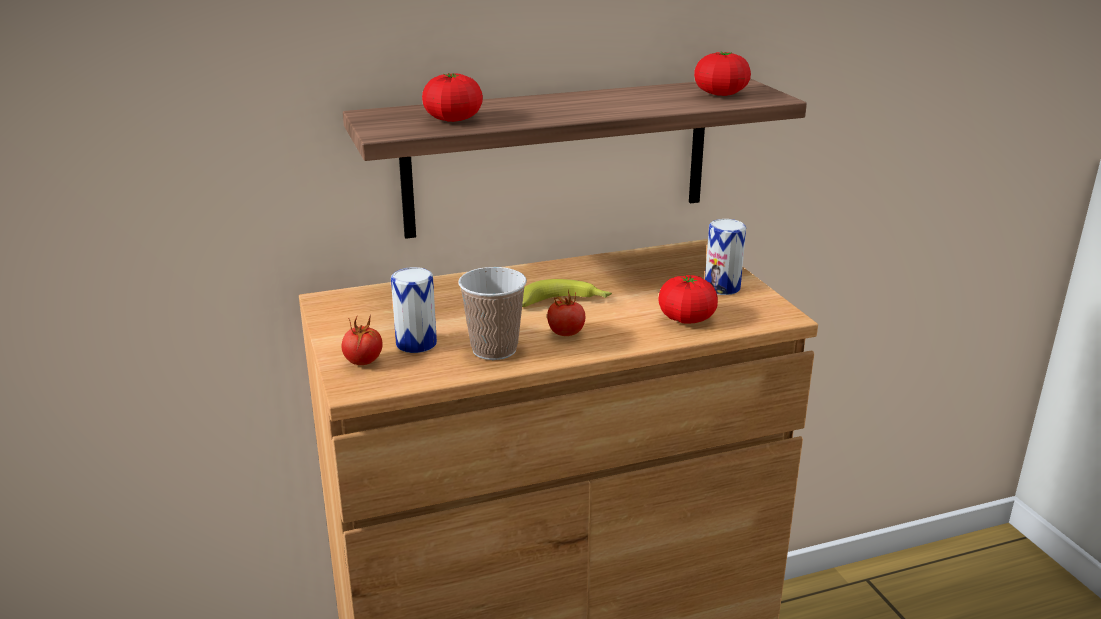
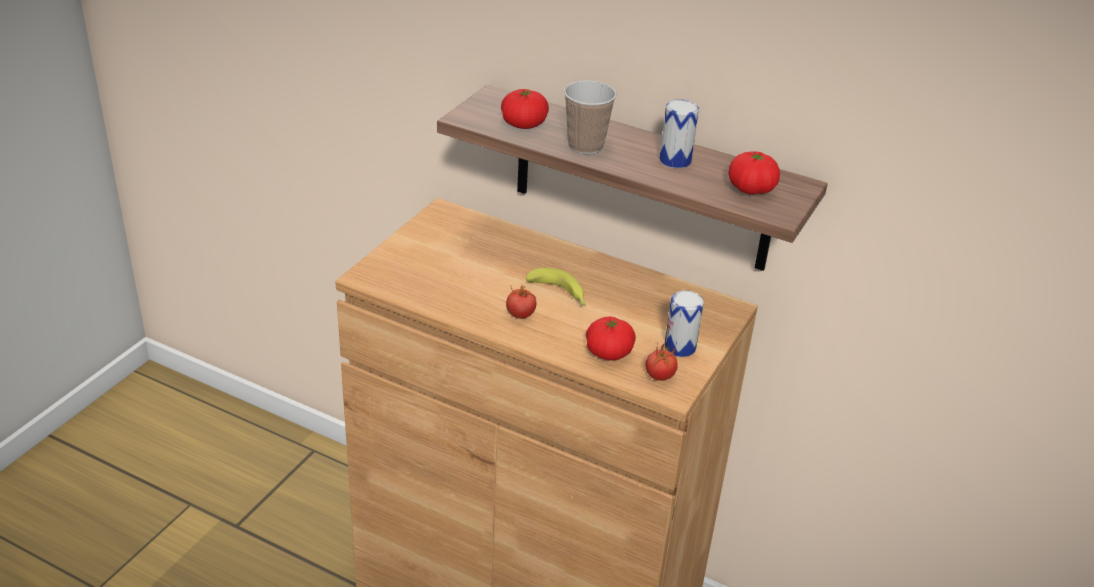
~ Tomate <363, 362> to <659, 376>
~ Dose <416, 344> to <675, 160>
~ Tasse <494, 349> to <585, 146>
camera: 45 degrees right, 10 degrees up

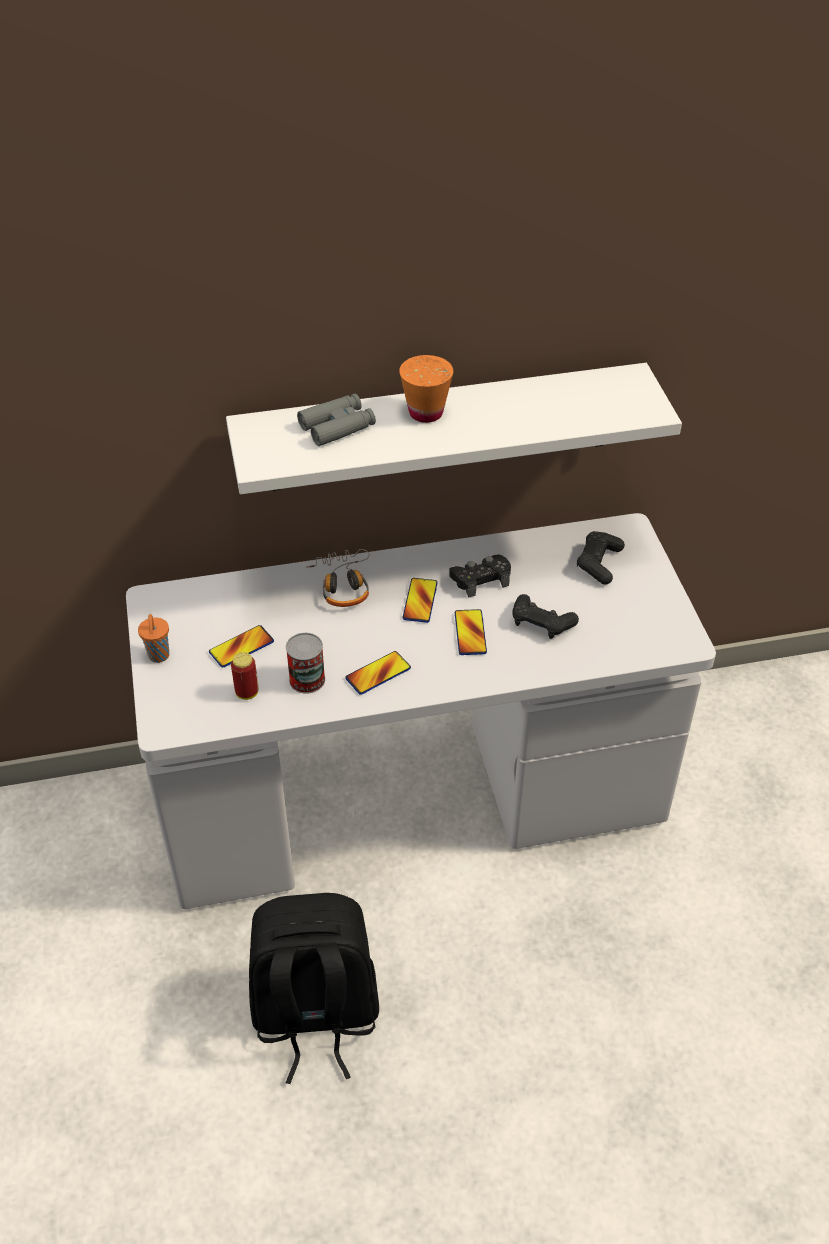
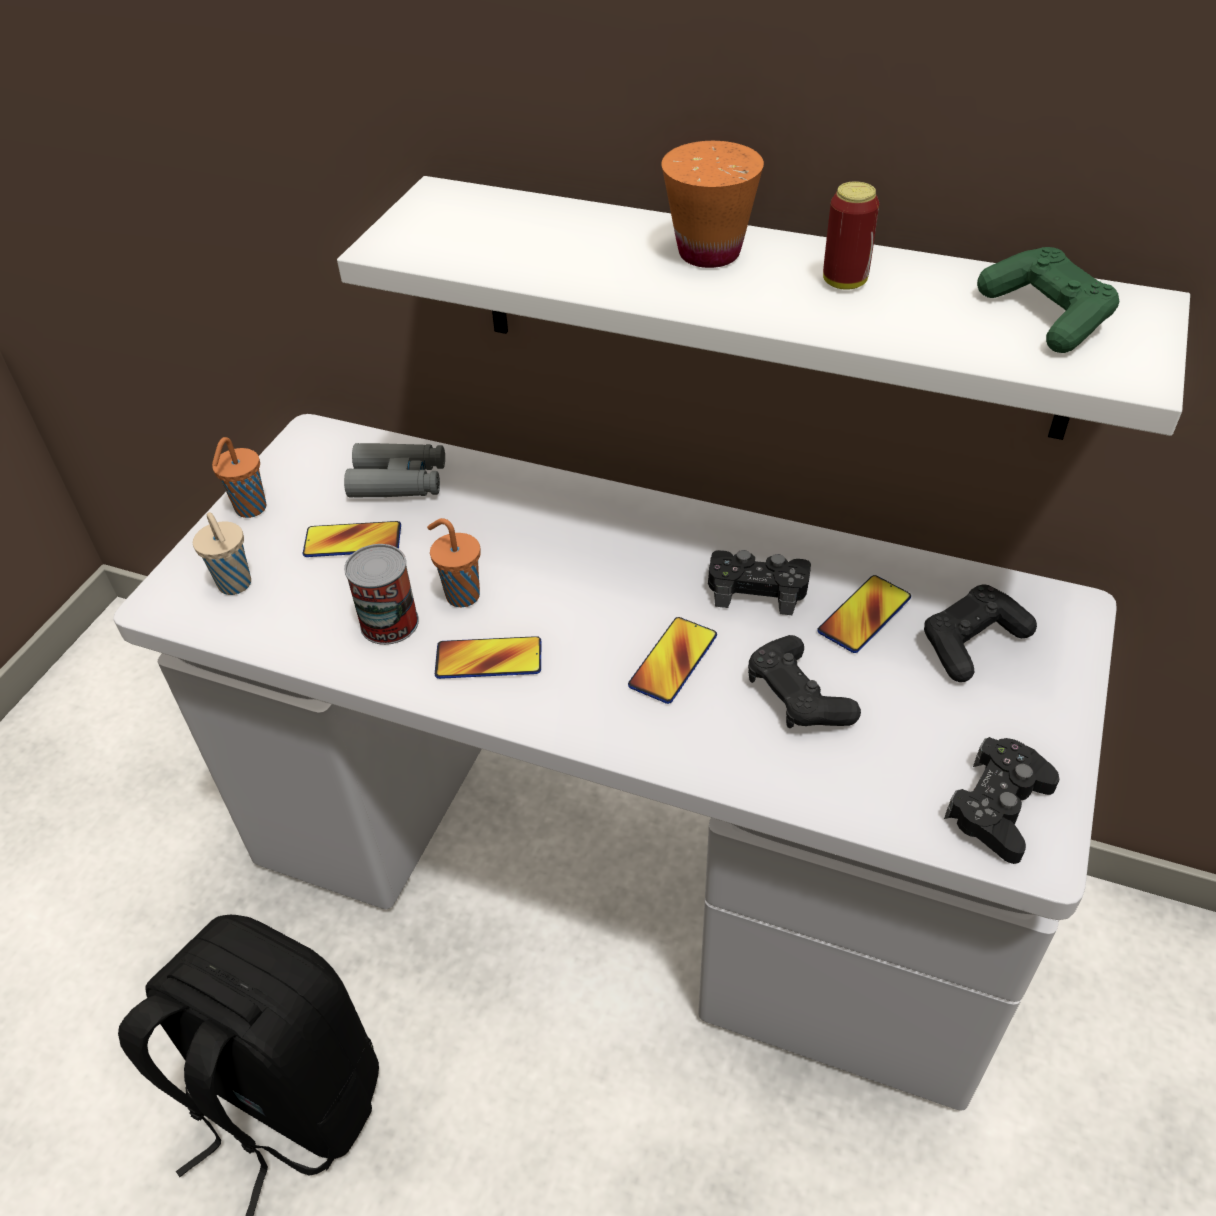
~ Dose <247, 693> to <844, 282>
~ Fernglas (grau) <337, 426> to <398, 481>
- Kopfhörer <343, 585>
~ Handy <420, 601> to <864, 615>
+ Tasse (beige) <235, 585>
+ Tasse (orange) <461, 595>
+ Gamepad (schwarz) <998, 807>
+ Gamepad (grün) <1045, 315>
camera: 35 degrees right, 0 degrees up

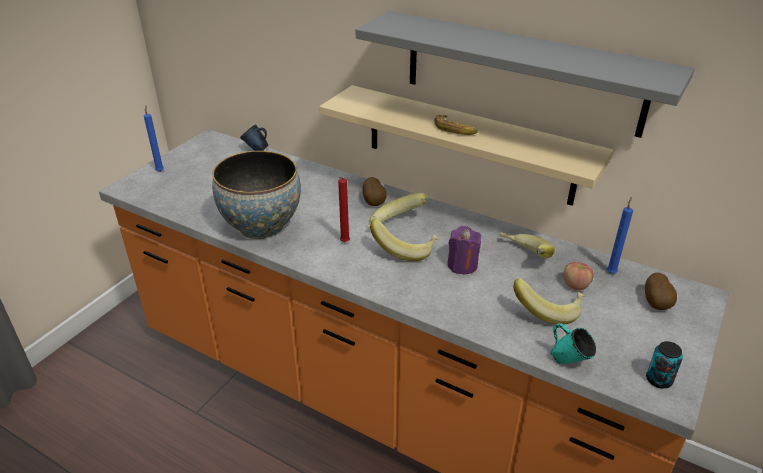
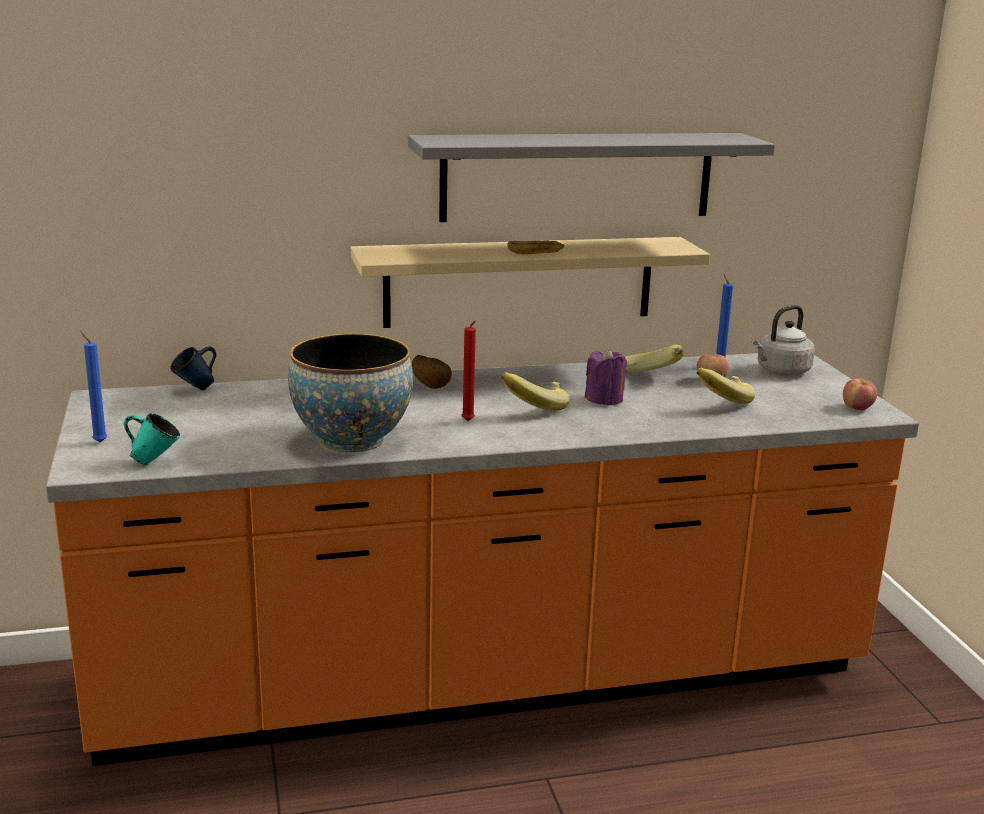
- Banane <395, 225>
~ Henkelbecher (türkis) <568, 362> to <154, 462>
~ Kartoffel <657, 304> to Wasserkessel (grau) <781, 371>
~ Dose <658, 380> to Apfel <857, 408>
camera: 45 degrees left, 15 degrees down

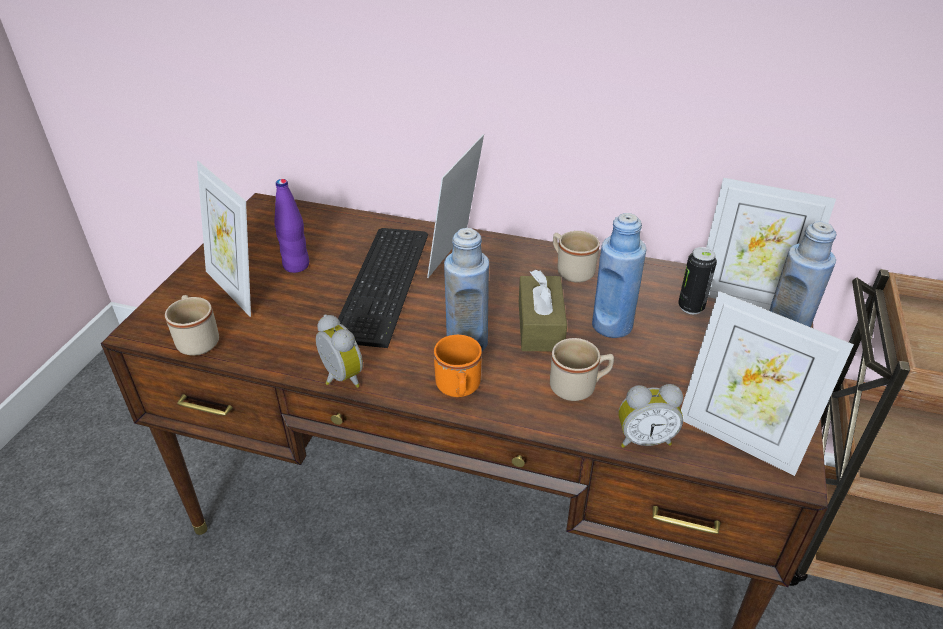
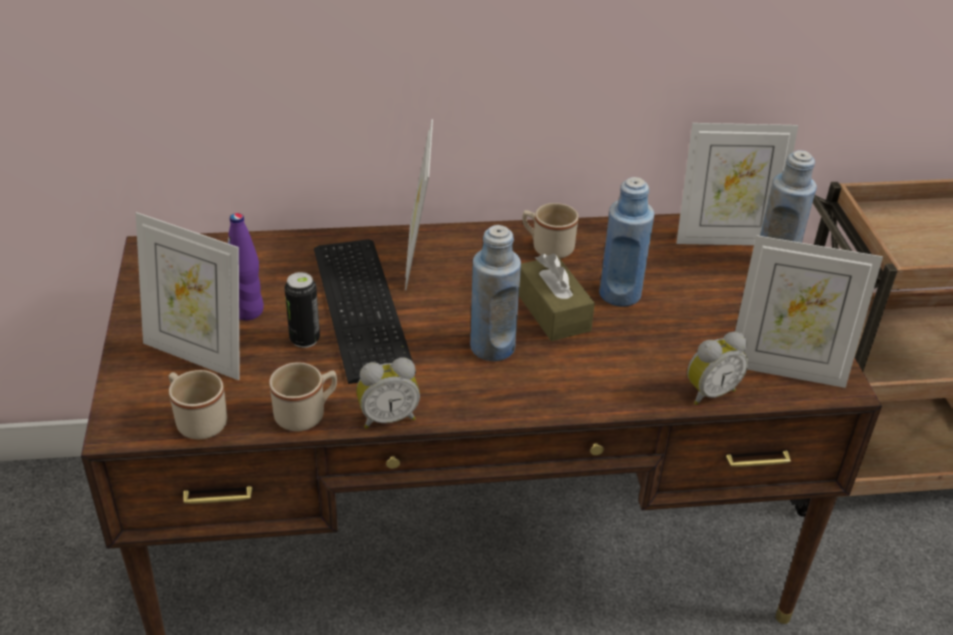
~ Wecker <339, 378> = <388, 417> 135 degrees clockwise
- Henkelbecher (orange) <458, 389>
~ Henkelbecher (beige) <579, 387> to <307, 414>
~ Dose <691, 307> to <304, 339>
camera: 25 degrees left, 0 degrees up

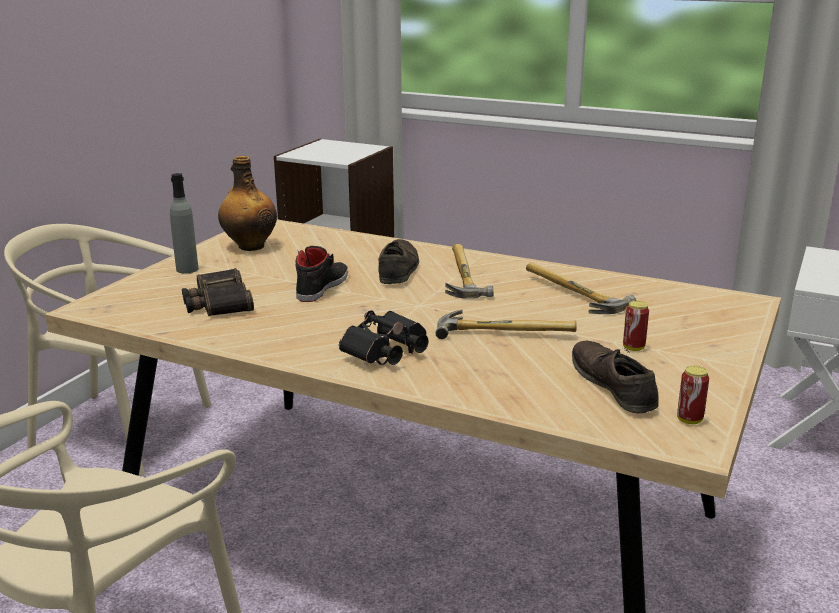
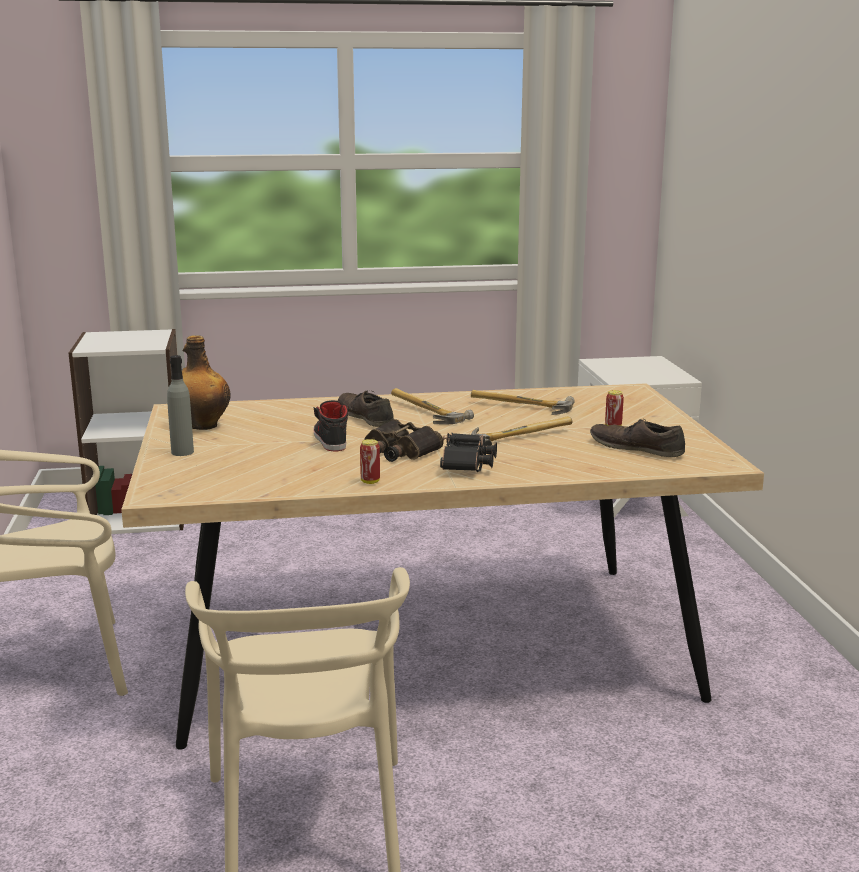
~ Fernglas <218, 303> to <398, 451>
~ Dose <689, 420> to <370, 481>
camera: 35 degrees left, 5 degrees down

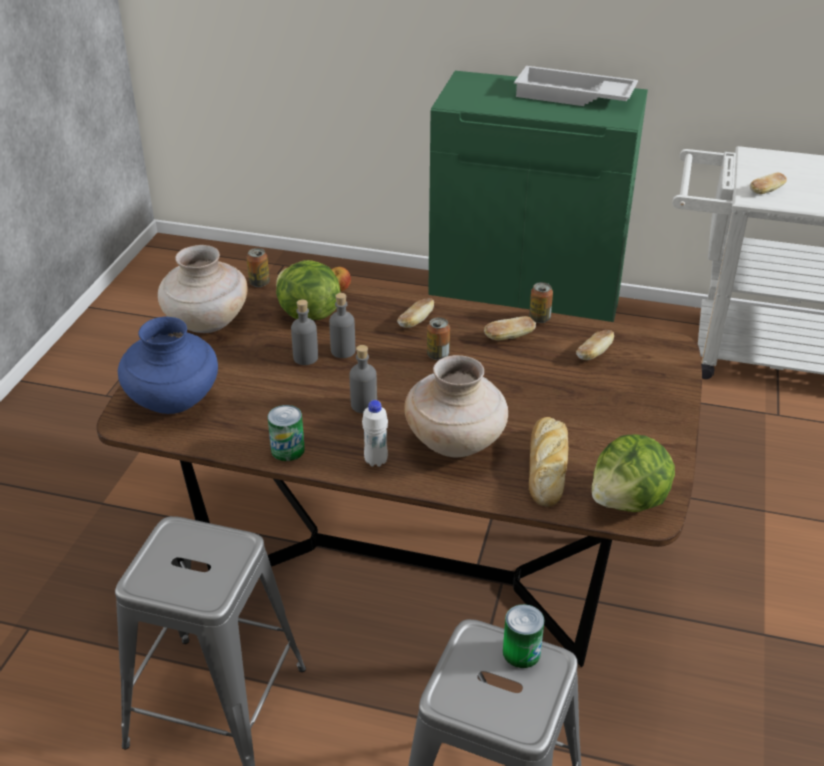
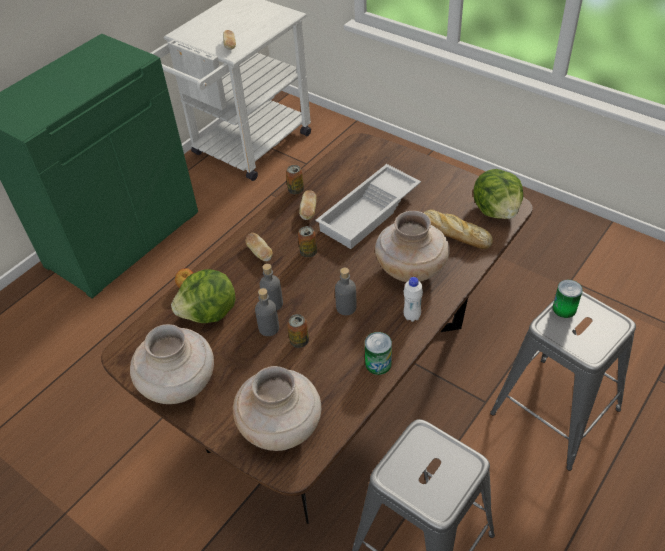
~ Vase (blau) <174, 402> to Vase (beige) <281, 428>
~ Dose <259, 283> to <299, 341>
~ Tablett (weiß) <572, 96> to <370, 212>
- Brot <593, 353>
camera: 65 degrees left, 10 degrees up

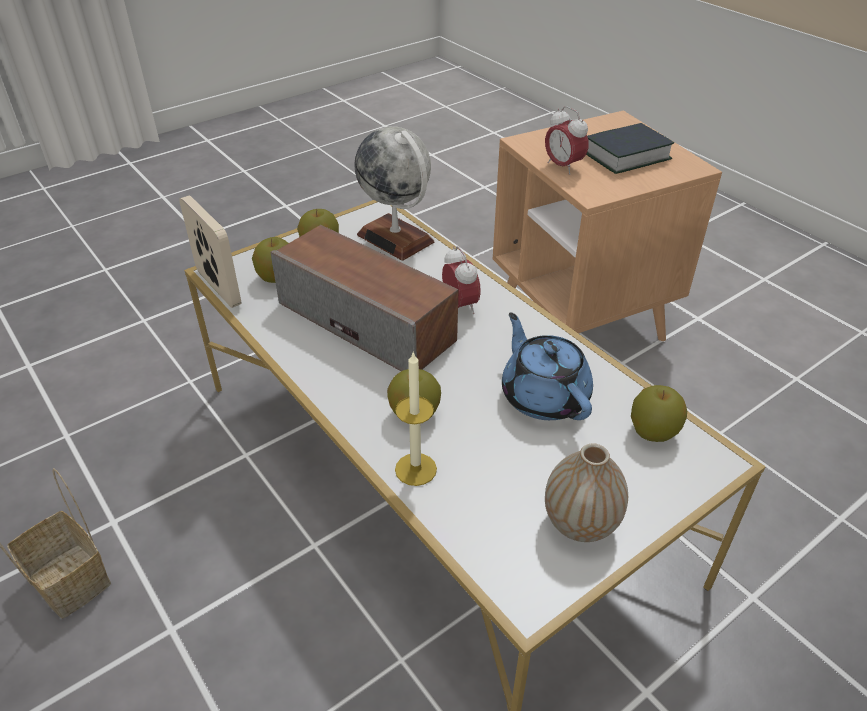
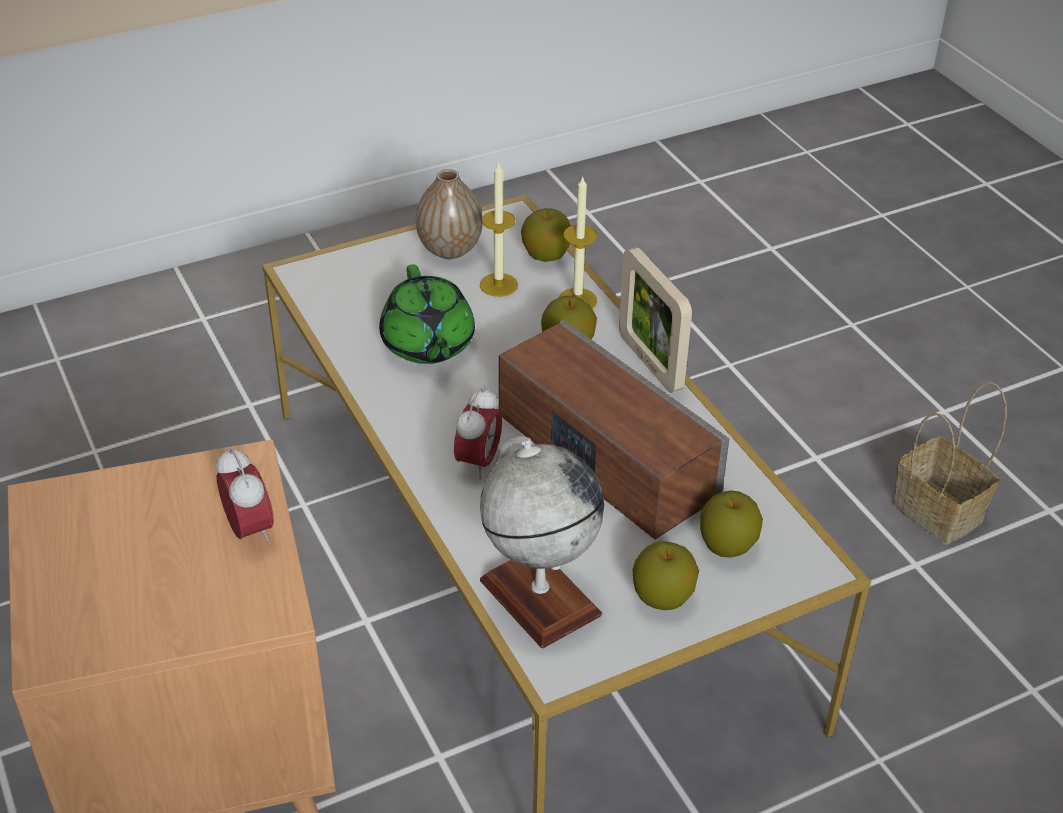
~ Bilderrahmen <218, 288> to <650, 363>
~ Wecker <460, 306> = <478, 462> 150 degrees counterclockwise
~ Teekanne (blau) <544, 396> to Teekanne (grün) <428, 345>
- Buch <626, 156>
~ Apfel <653, 432> to <546, 255>
+ Kerze <498, 285>
camera: 170 degrees left, 0 degrees up

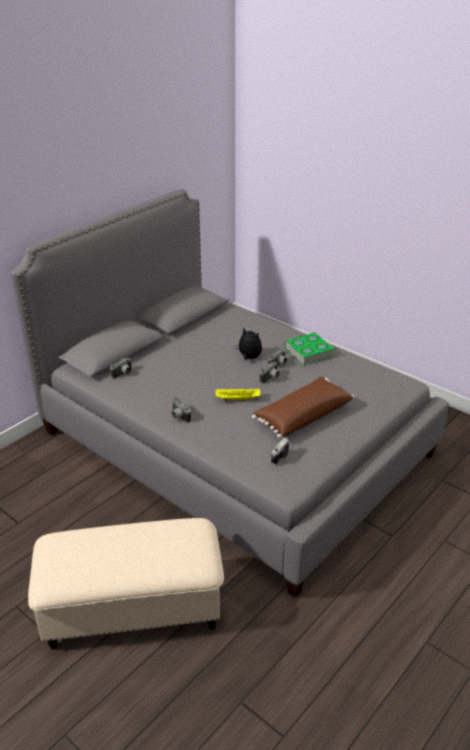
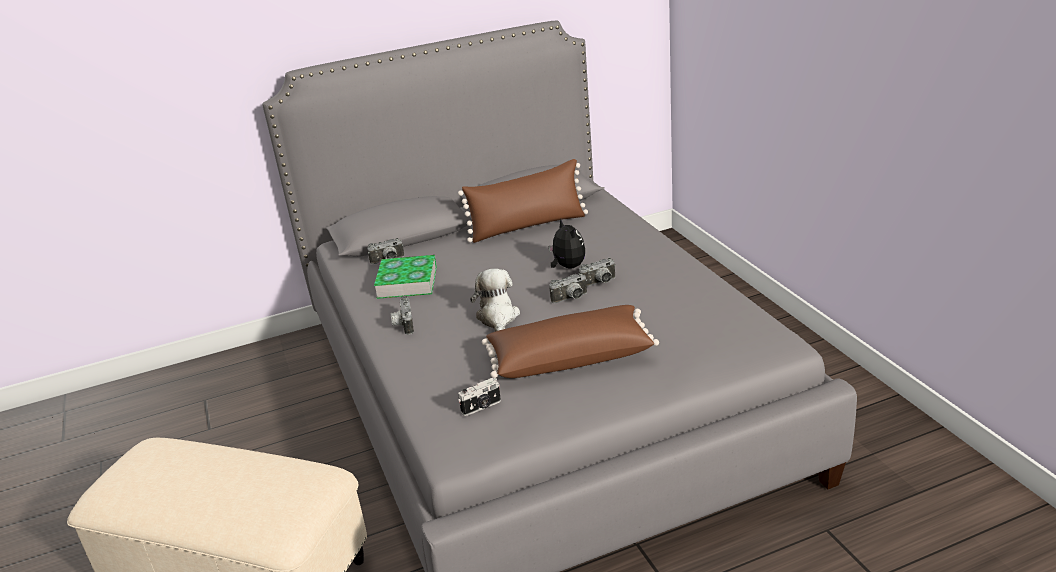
~ Tablett (gelb) <237, 399> to Plüschtier <498, 318>
~ Buch <309, 352> to <407, 282>
+ Kissen (braun) <528, 226>
camera: 30 degrees right, 5 degrees down

